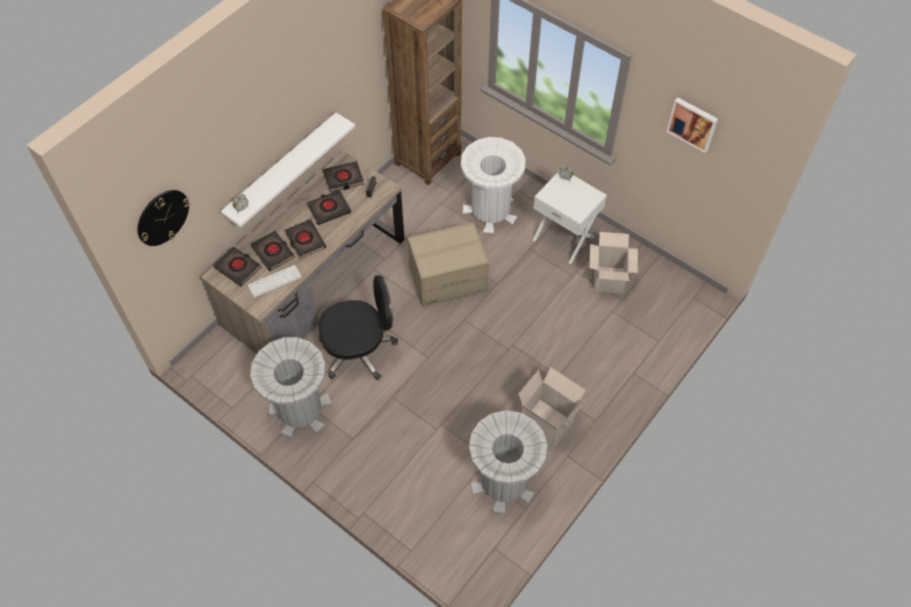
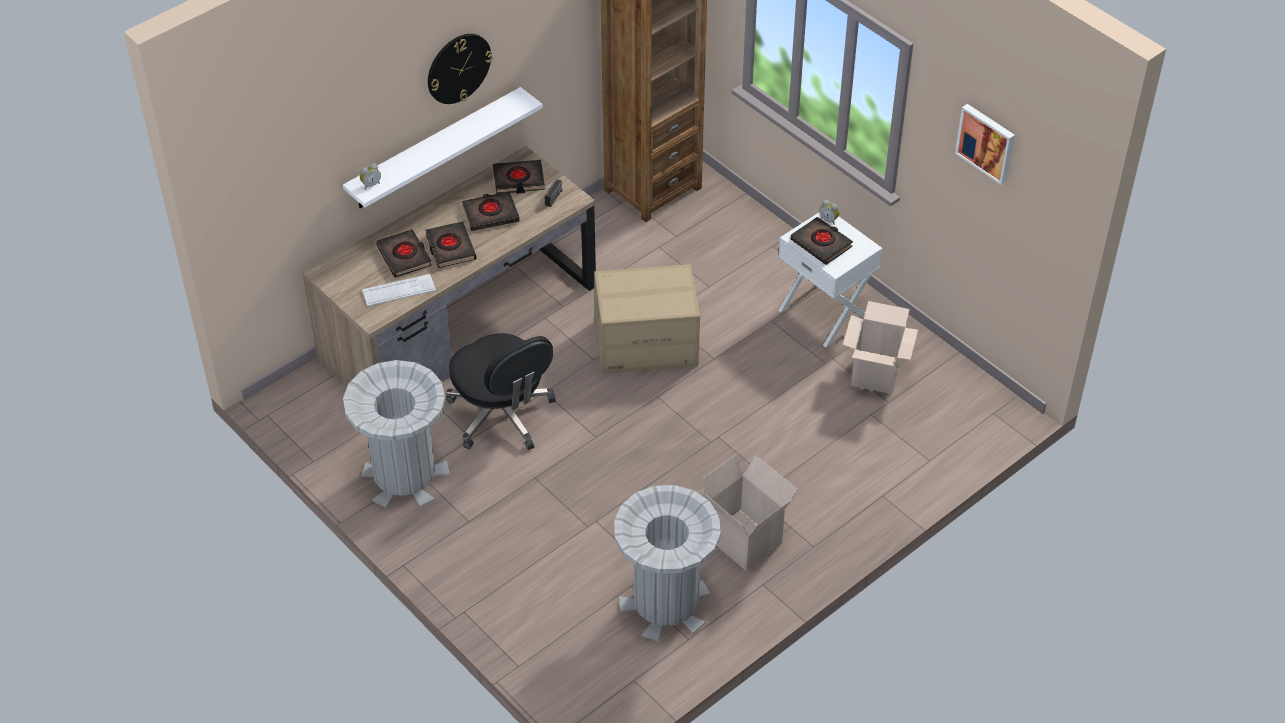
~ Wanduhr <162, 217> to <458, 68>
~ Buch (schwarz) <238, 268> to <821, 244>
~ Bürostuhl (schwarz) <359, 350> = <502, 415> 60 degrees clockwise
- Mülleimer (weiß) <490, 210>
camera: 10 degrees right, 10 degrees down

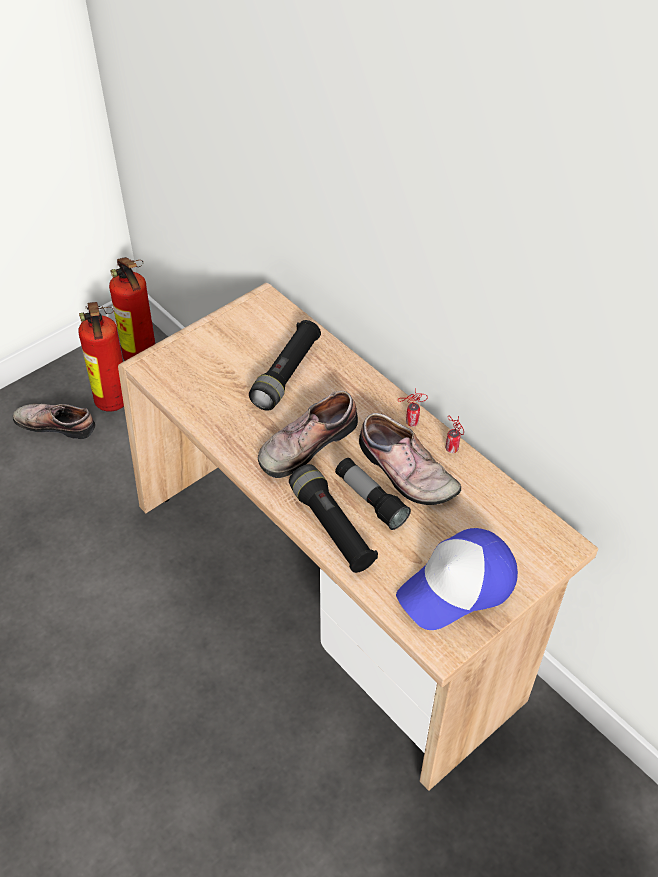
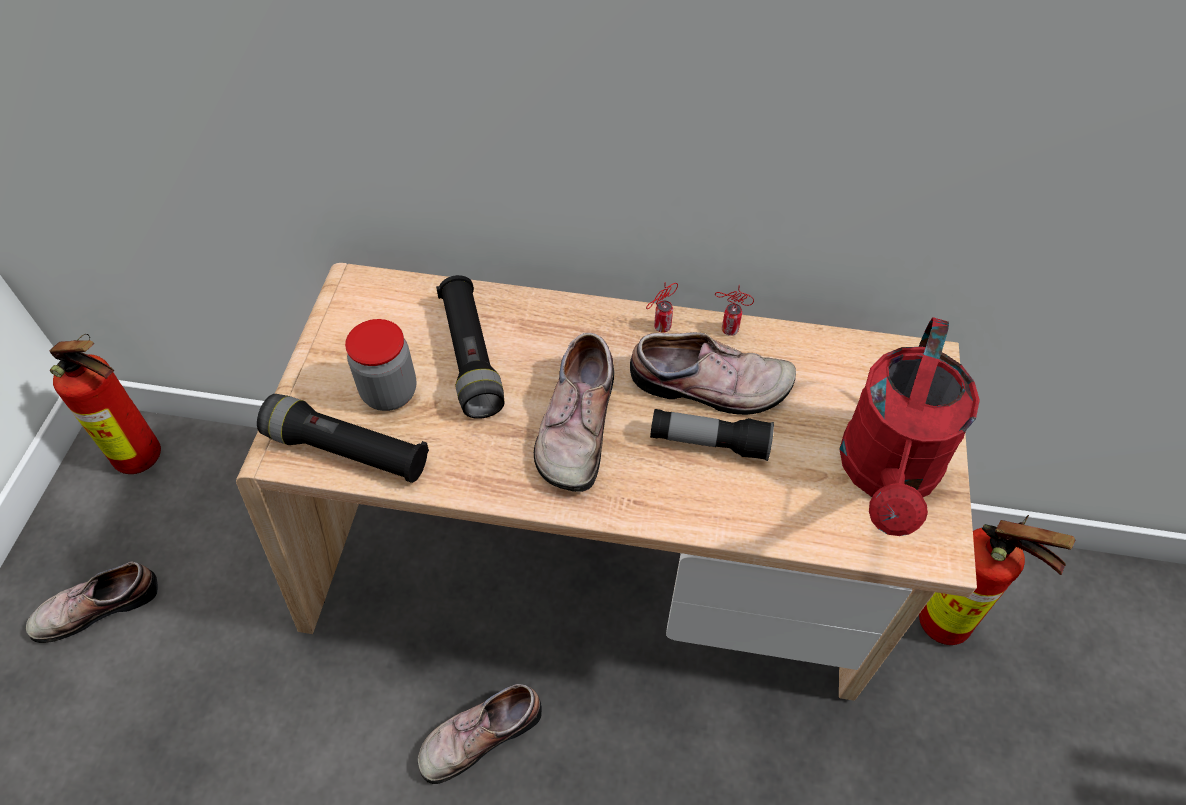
~ Feuerlöscher <113, 405> to <951, 627>
~ Taschenlampe (schwarz) <332, 527> to <347, 451>
~ Kappe <458, 587> to Gießkanne (rot) <887, 475>
+ Vorratsglas <389, 392>
+ Schuh <478, 732>
camera: 40 degrees left, 5 degrees up

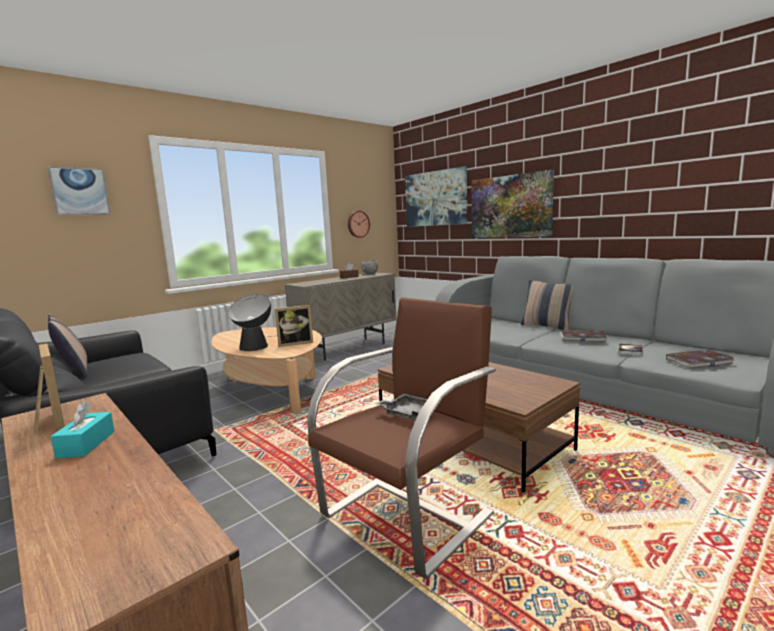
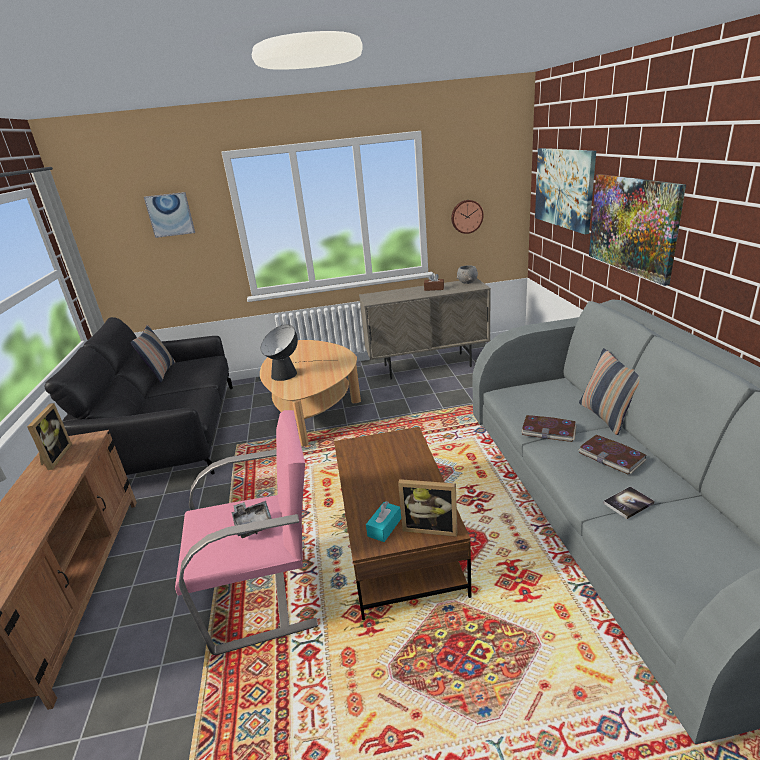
~ Taschentuchbox (türkis) <86, 444> to <384, 527>
~ Bilderrahmen <295, 343> to <430, 527>
~ Sessel (braun) <408, 513> to Sessel (rosa) <265, 593>
~ Buch <698, 362> to <548, 430>
camera: 35 degrees right, 15 degrees up

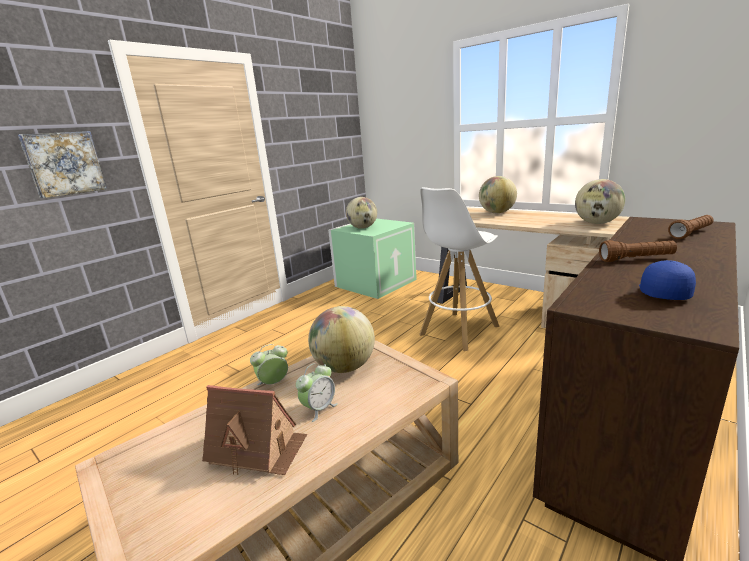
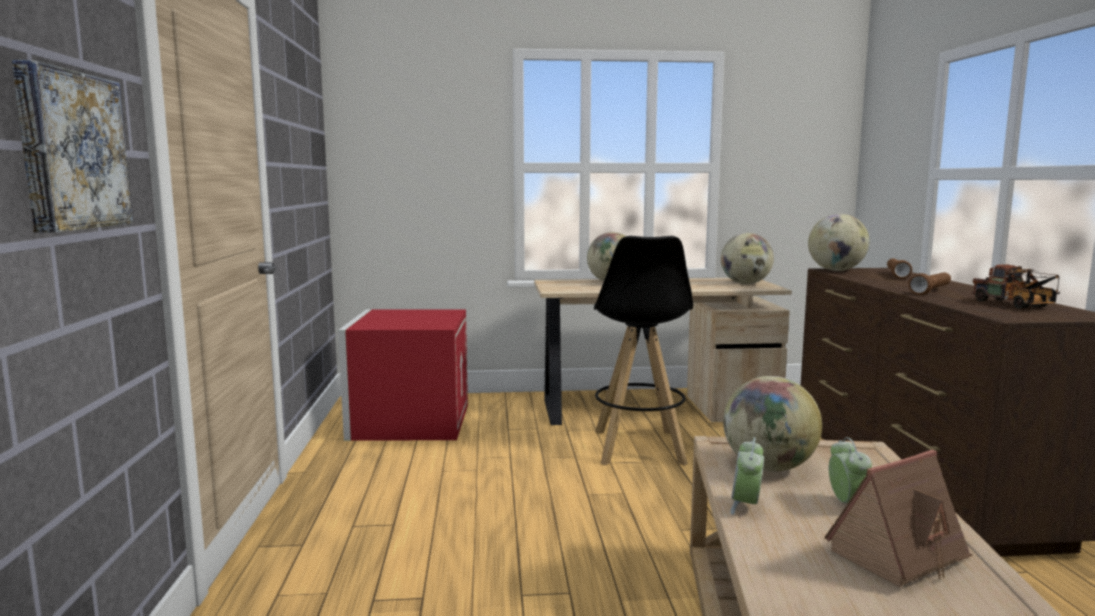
~ Aufbewahrungsbox (grün) <375, 282> to Aufbewahrungsbox (rot) <408, 421>
~ Globus <362, 228> to <836, 270>
~ Hocker (weiß) <458, 330> to Hocker (schwarz) <638, 448>
~ Kappe (blau) <662, 292> to Spielzeuglaster <1016, 305>
camera: 45 degrees left, 10 degrees down

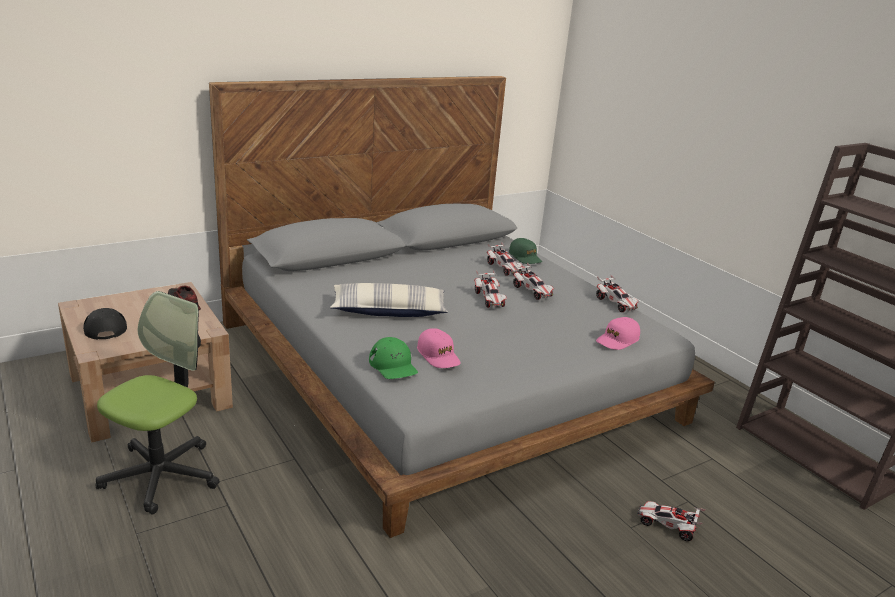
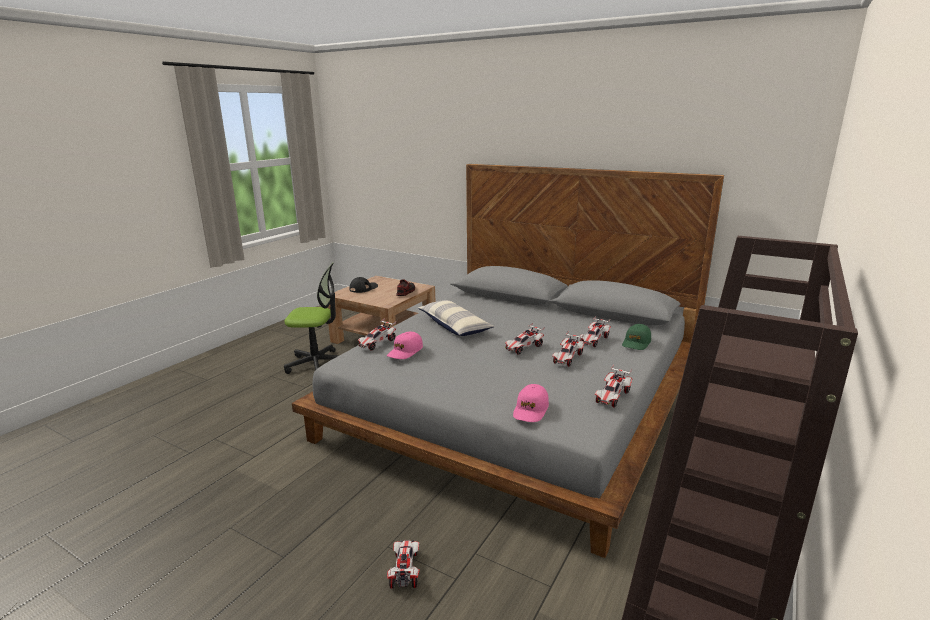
~ Kappe (grün) <393, 365> to Spielzeugauto <377, 343>
~ Kappe (rosa) <617, 340> = <531, 410> 90 degrees counterclockwise
camera: 65 degrees right, 5 degrees down

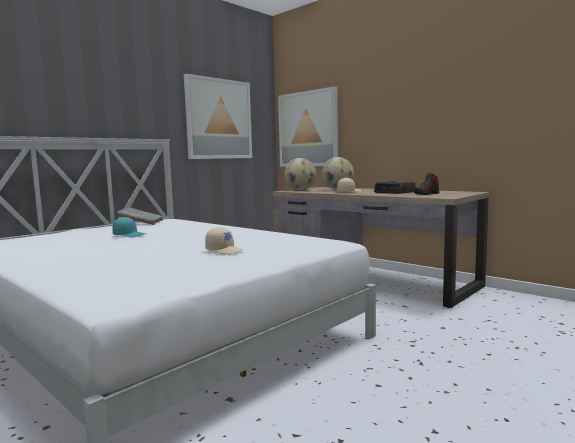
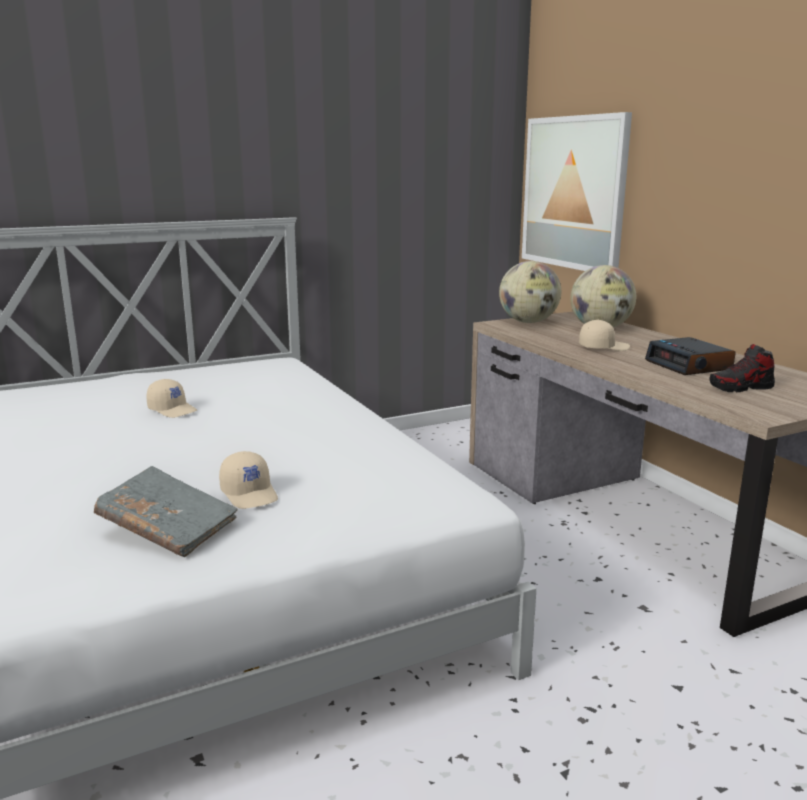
~ Kappe (türkis) <130, 235> to Kappe (beige) <173, 410>
~ Buch (grau) <140, 223> to <168, 529>
- Bild <219, 119>
camera: 20 degrees right, 10 degrees up

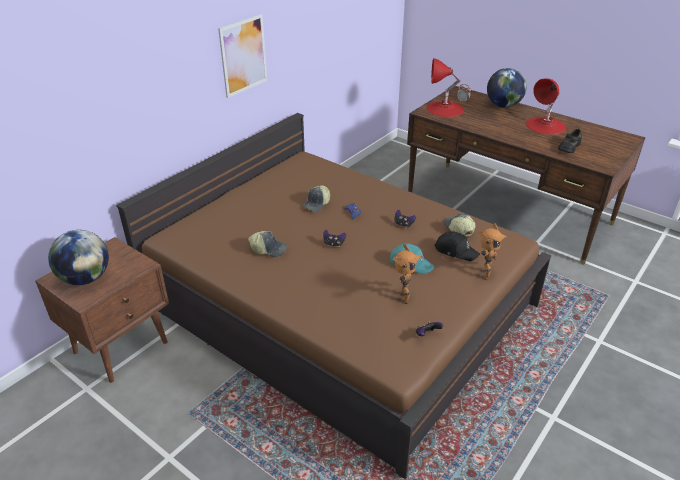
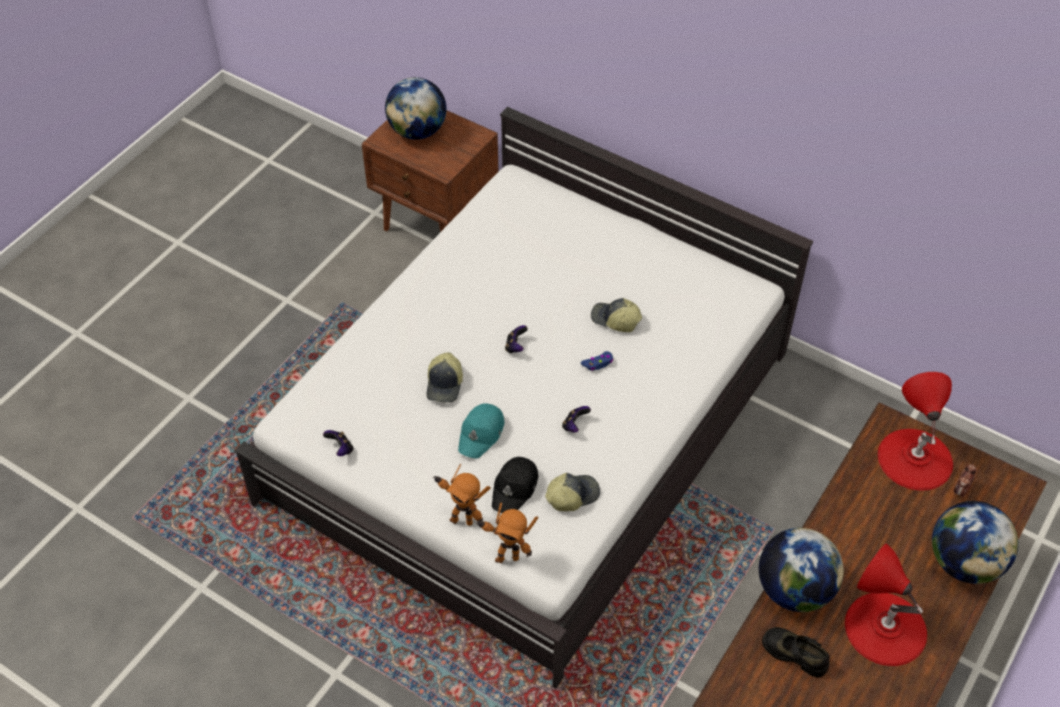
~ Bett (braun) <339, 305> to Bett (weiß) <531, 425>
- Bild <243, 55>
~ Kappe <269, 249> to <445, 384>
~ Spielzeugroboter <402, 298> to <506, 556>
+ Globus <794, 590>
camera: 85 degrees right, 15 degrees up

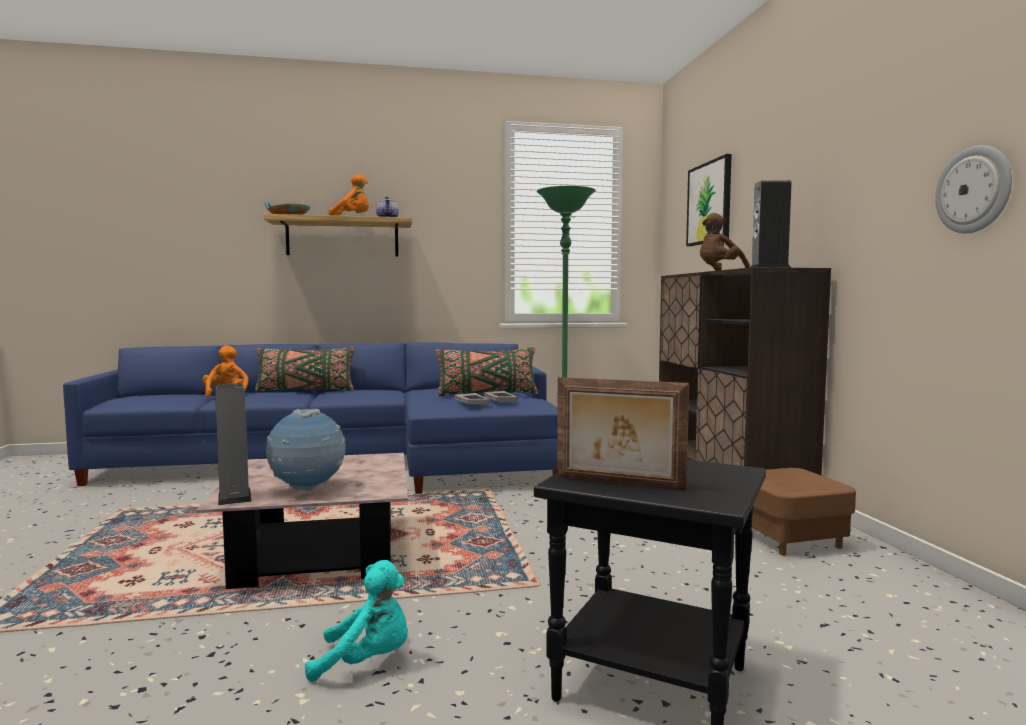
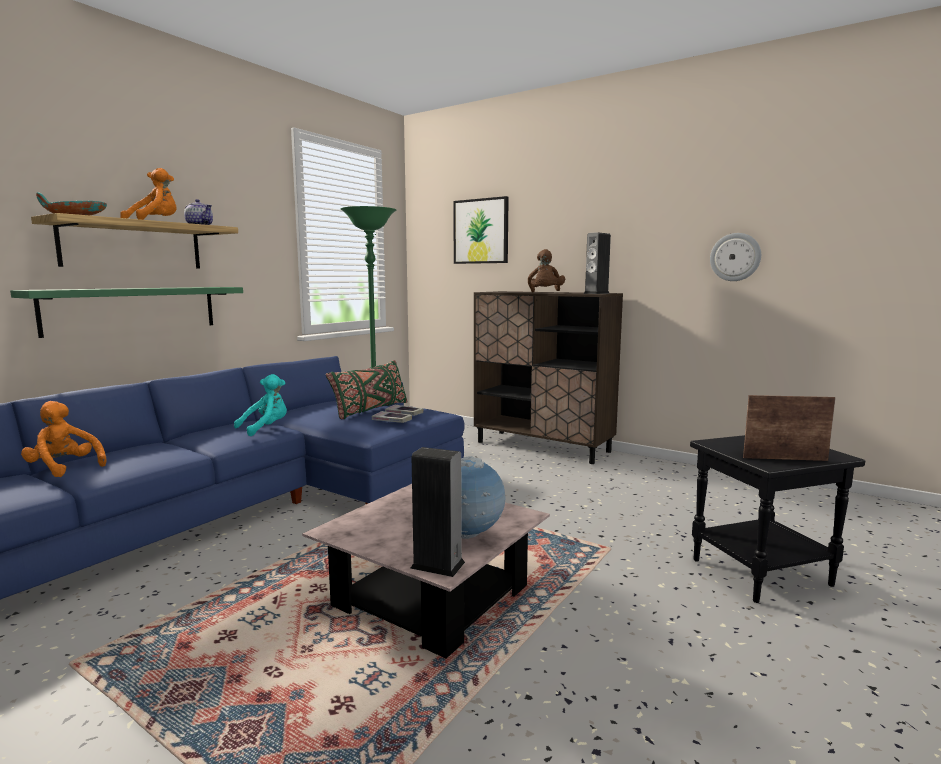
- Kissen (grün) <305, 391>
~ Plüschtier (türkis) <367, 662> to <266, 428>
~ Bilderrahmen <619, 484> = <784, 458> 150 degrees counterclockwise
- Polsterhocker (braun) <788, 539>
+ Wandregal (grün) <133, 309>
camera: 45 degrees left, 5 degrees up

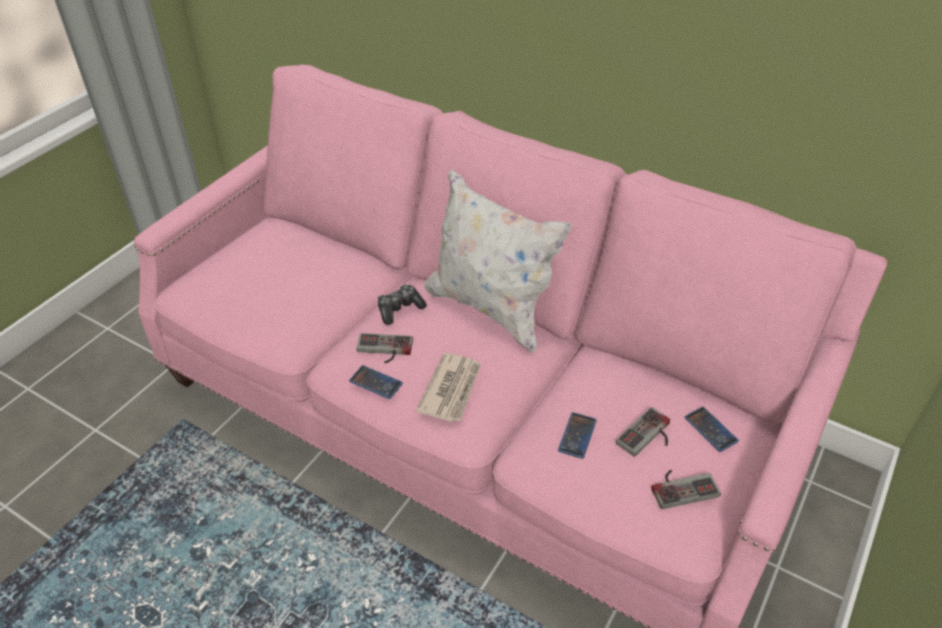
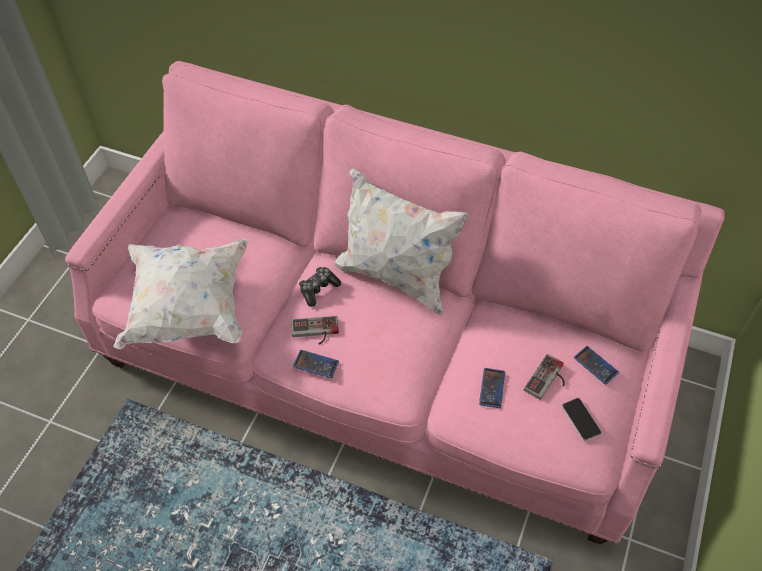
- Zeitung <451, 389>
~ Gamepad <682, 486> to Handy <581, 419>
+ Kissen (weiß) <188, 308>
camera: 10 degrees left, 10 degrees up

